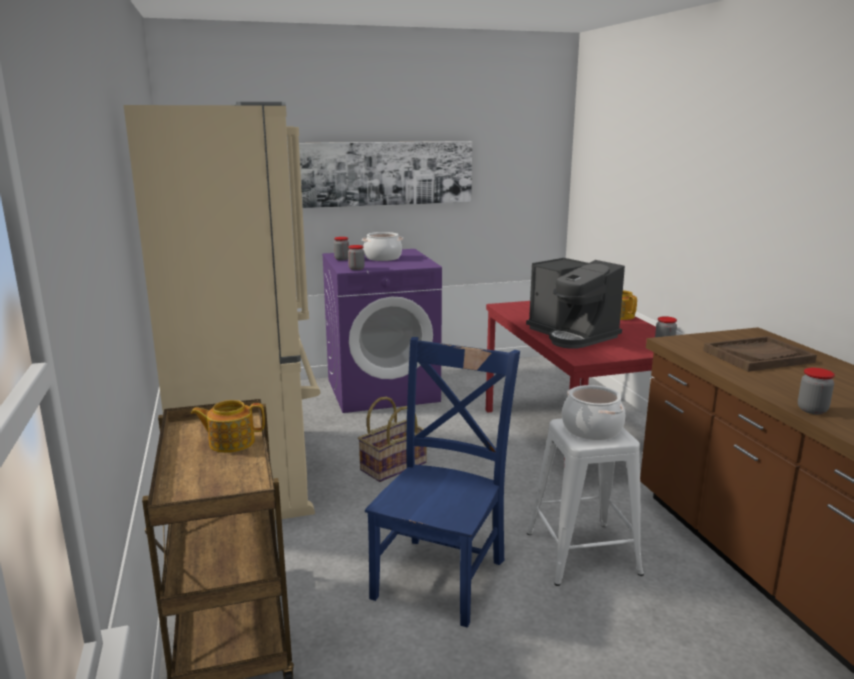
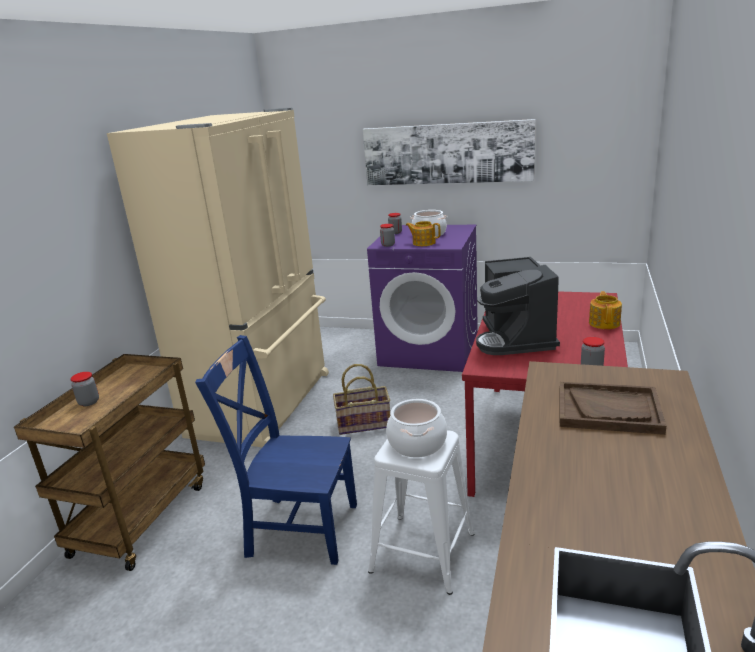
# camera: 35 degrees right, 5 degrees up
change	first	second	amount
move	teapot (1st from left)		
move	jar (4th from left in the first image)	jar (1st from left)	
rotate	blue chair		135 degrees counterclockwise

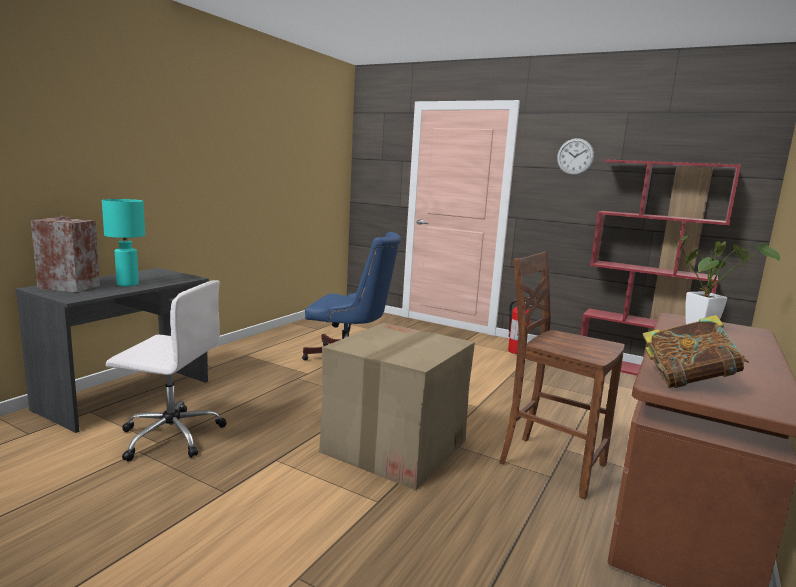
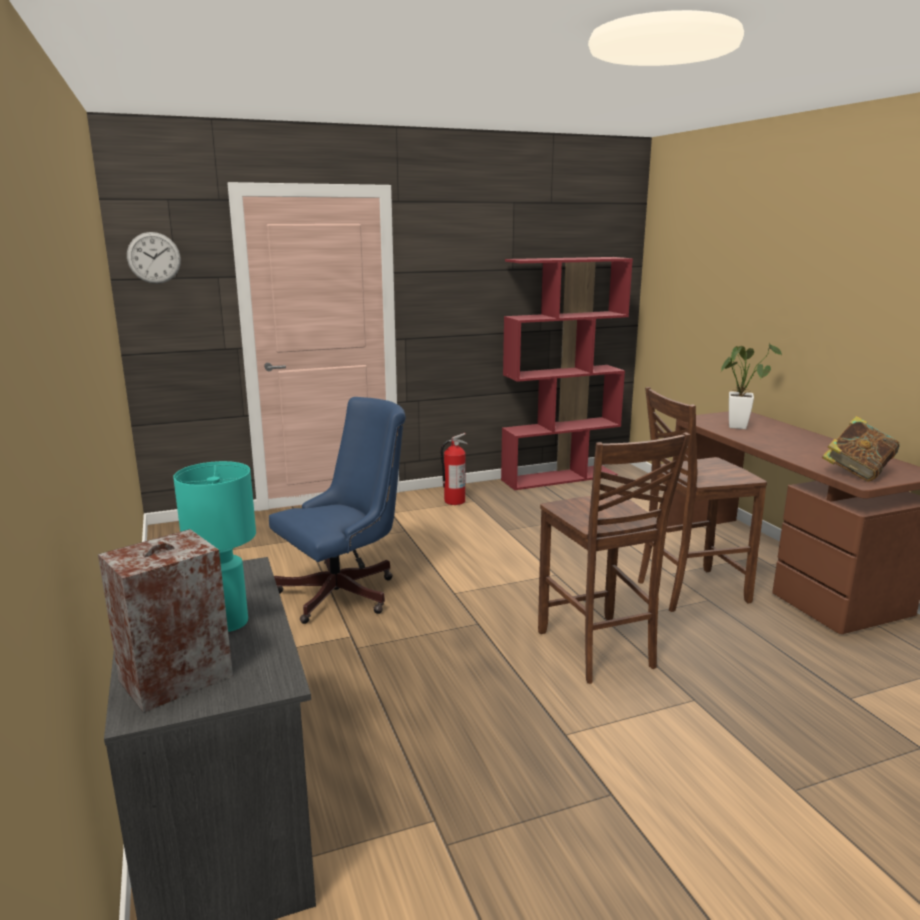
# camera: 50 degrees left, 5 degrees up
change	first	second	amount
delete	white office chair		
move	wall clock		
replace	cardboard box	brown chair (1st from left)	

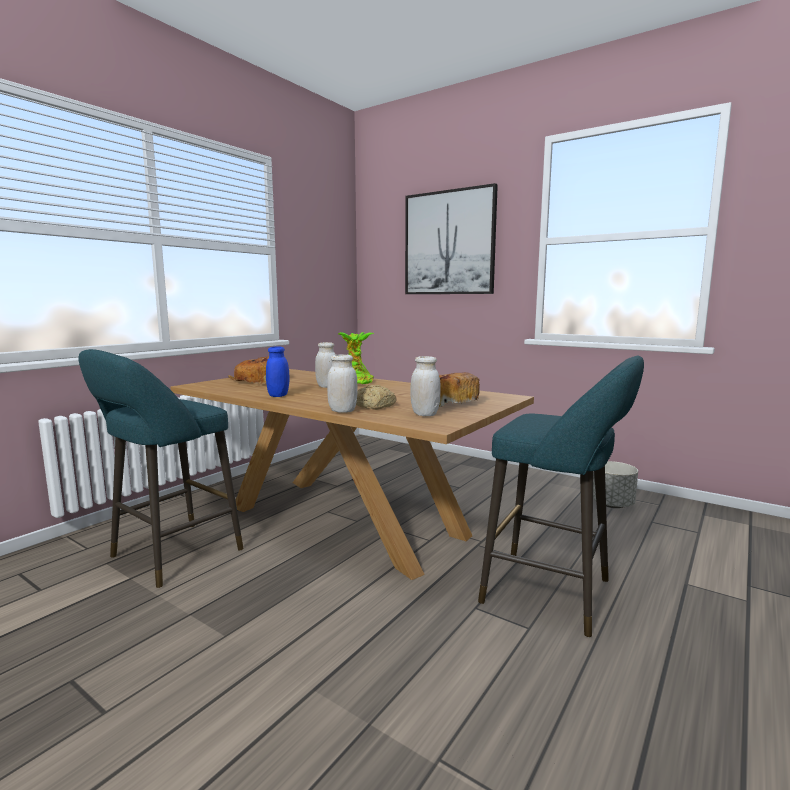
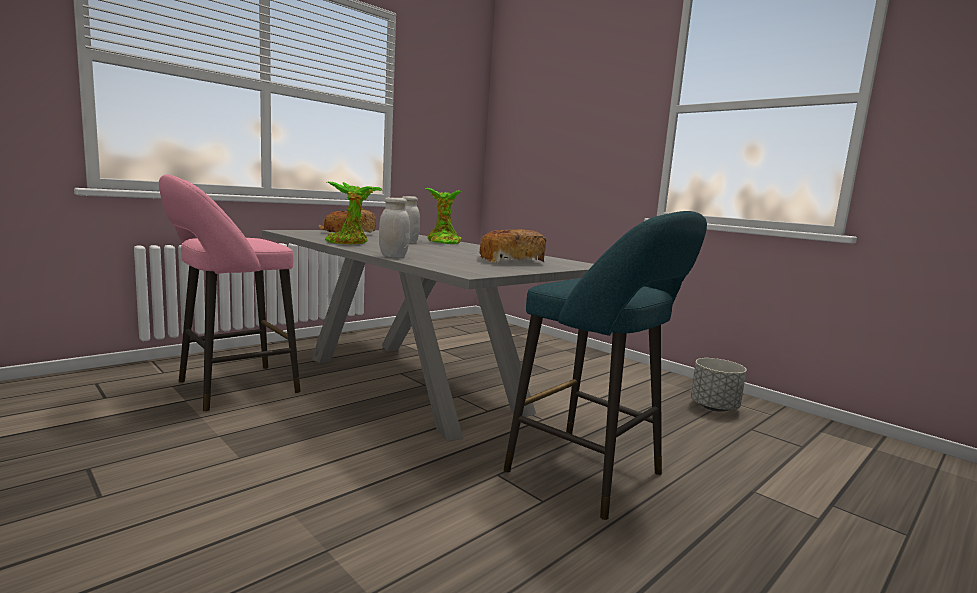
# camera: 10 degrees right, 0 degrees up
change	first	second	amount
delete	bread (2nd from left)		
delete	picture		
delete	white jar (3rd from left)		
replace	blue jar	potted plant (1st from left)	
recolor	turquoise stool (1st from left)	pink stool	
recolor	brown dining table	grey dining table	

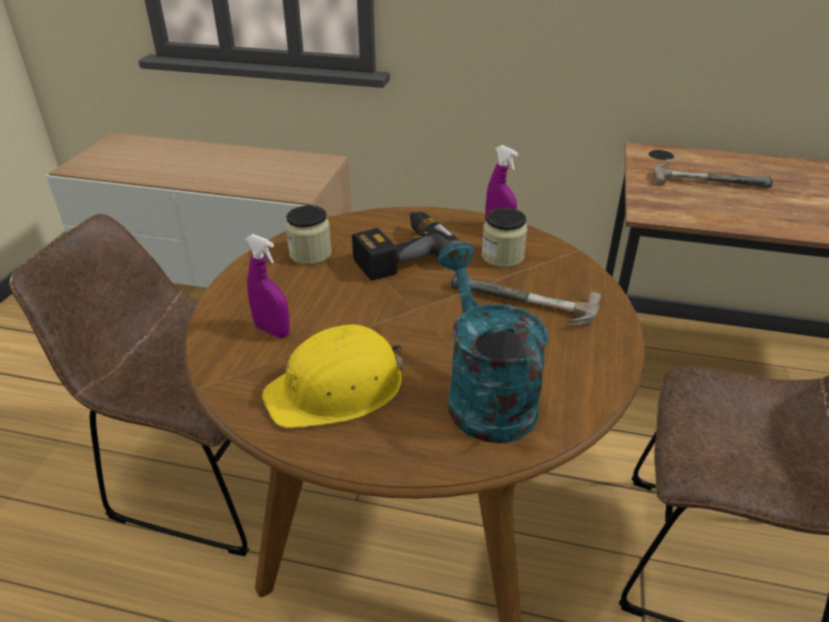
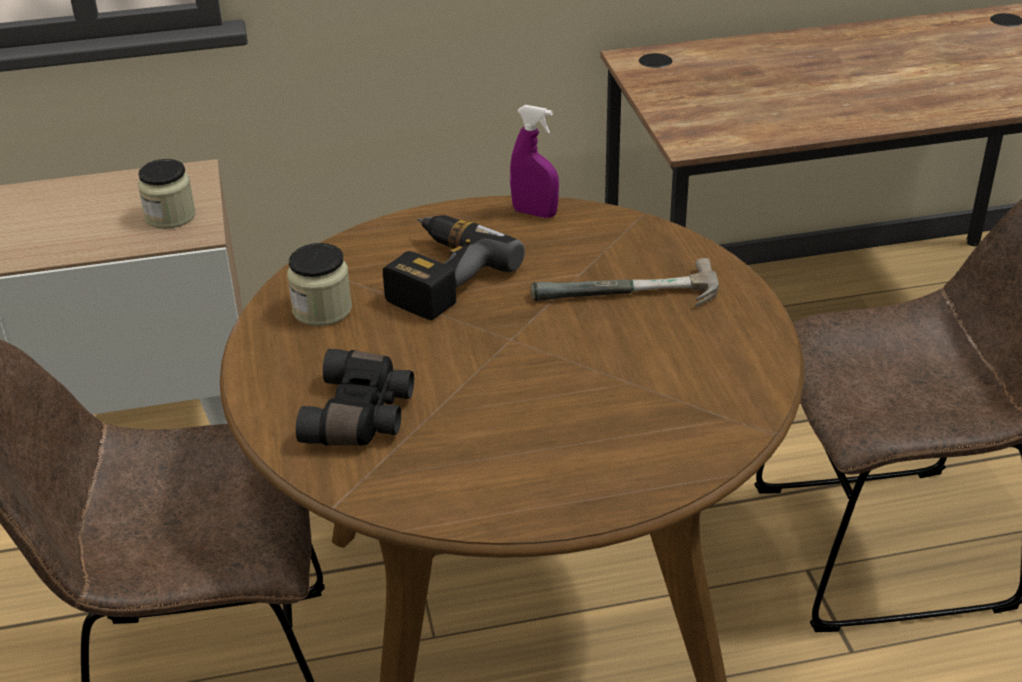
# camera: 25 degrees left, 0 degrees up
change	first	second	amount
delete	yellow hard hat		
delete	turquoise watering can		
delete	hammer (2nd from left)		
move	jar (2nd from left in the first image)	jar (1st from left)	
replace	purple spray bottle (1st from left)	black binoculars	

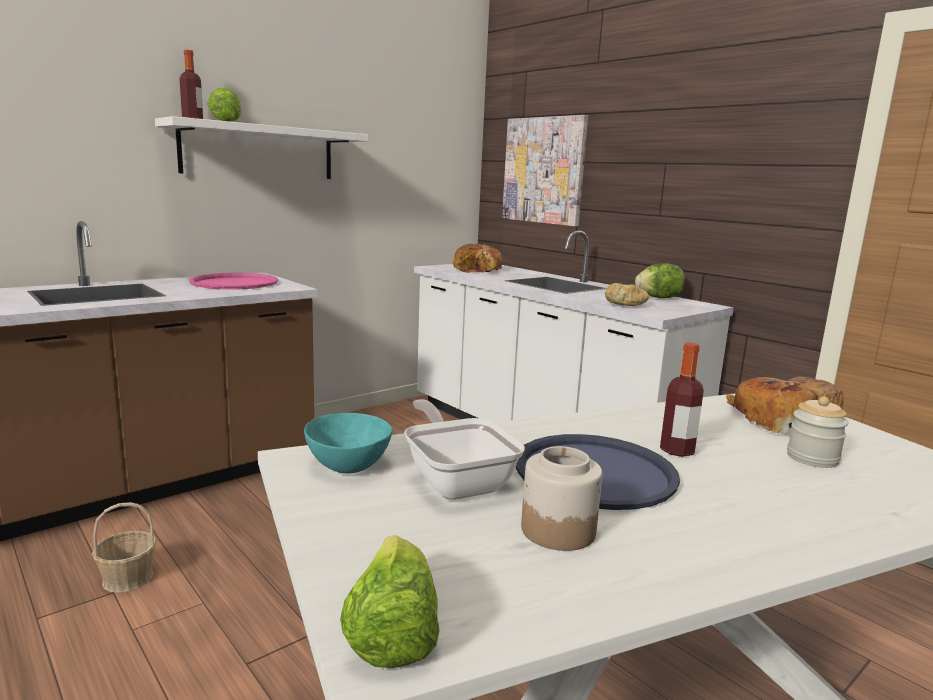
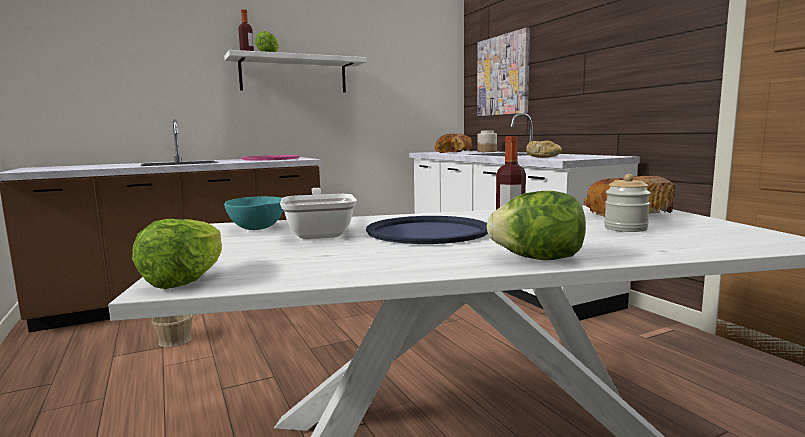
# camera: 15 degrees right, 5 degrees down
change	first	second	amount
move	jar (1st from left)		
move	lettuce (3rd from left)		

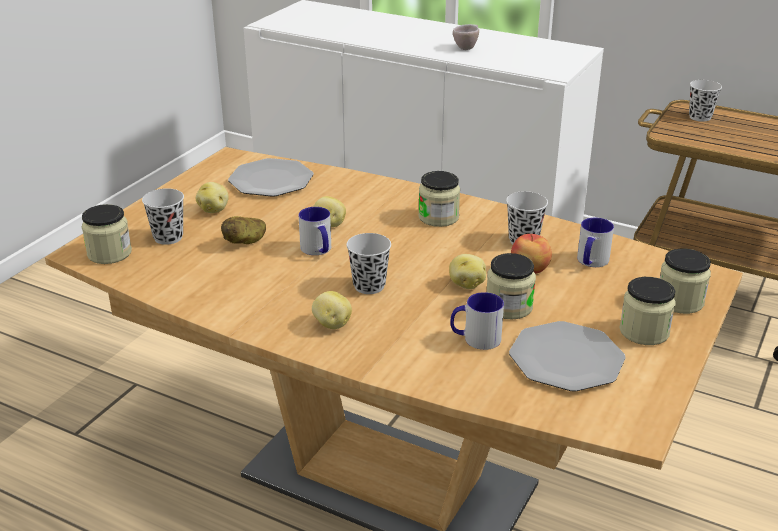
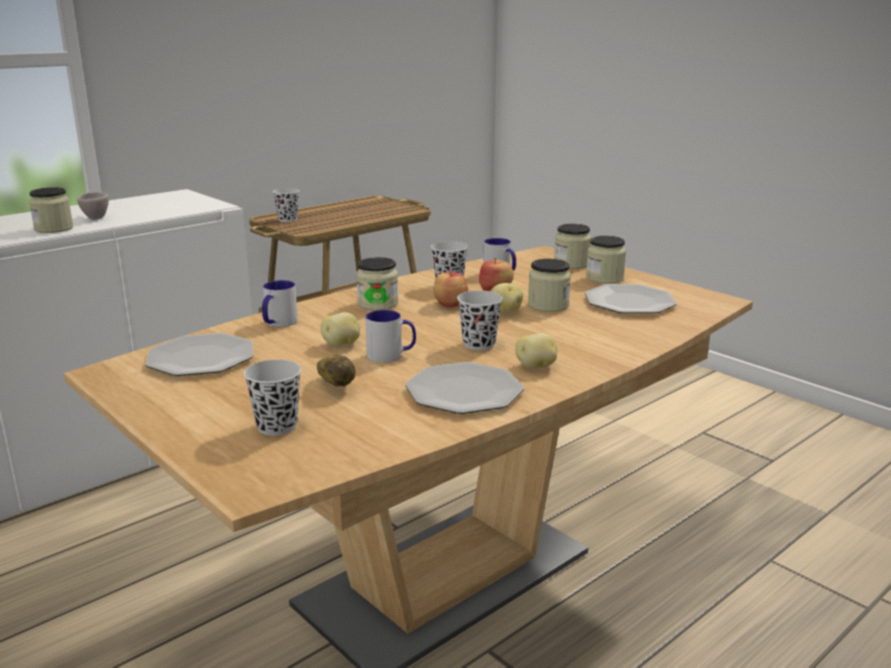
# camera: 70 degrees left, 10 degrees down
change	first	second	amount
delete	potato (1st from left)		
insert		plate (2nd from left)	
insert		apple (1st from left)	
move	jar (1st from left)		
move	mug (2nd from left in the first image)	mug (1st from left)	

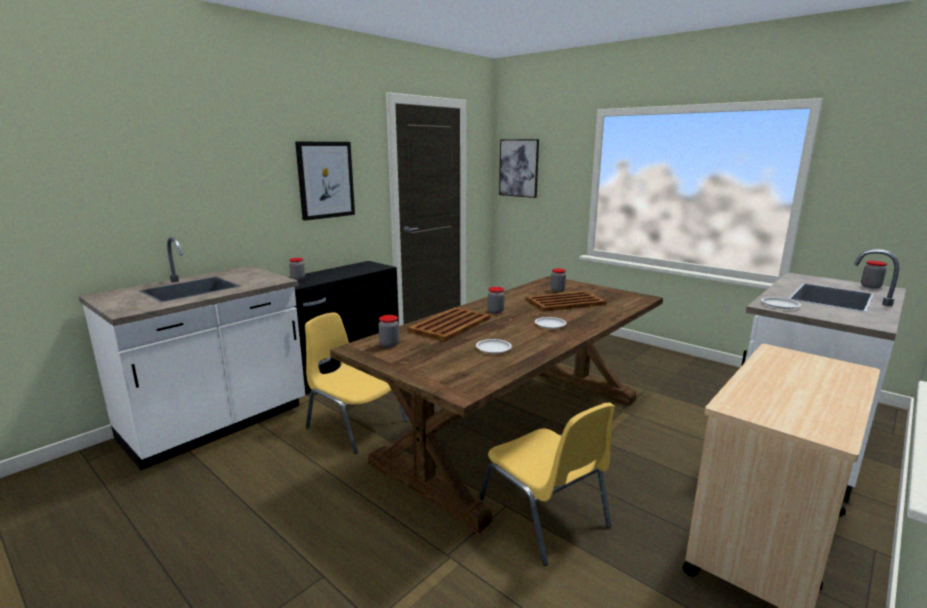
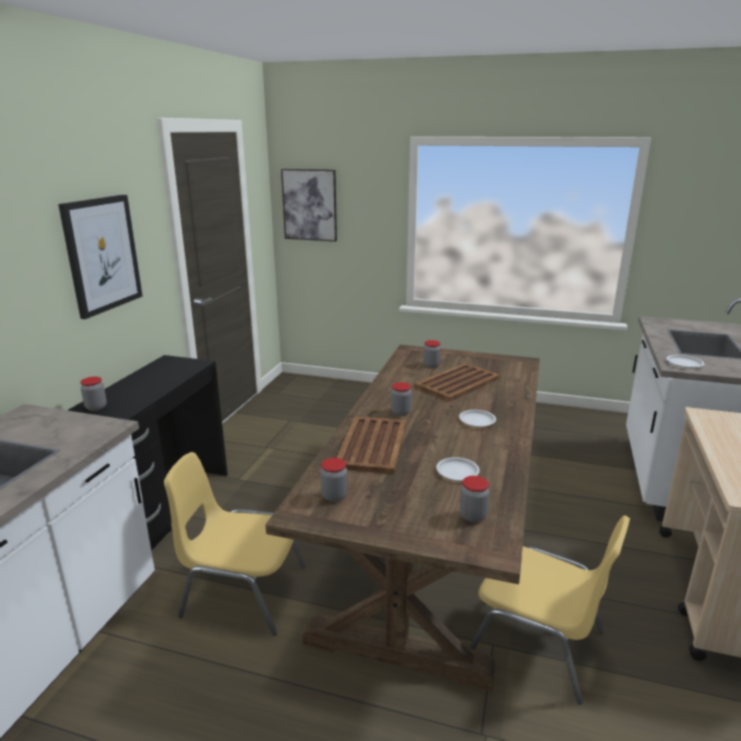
# camera: 25 degrees left, 5 degrees up
change	first	second	amount
move	jar (5th from left)		

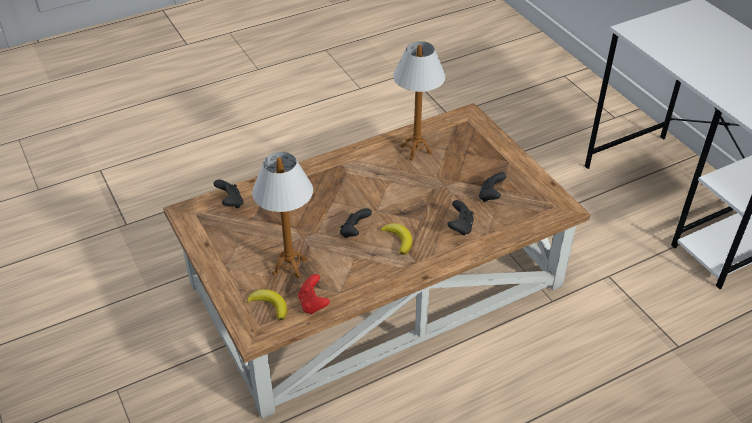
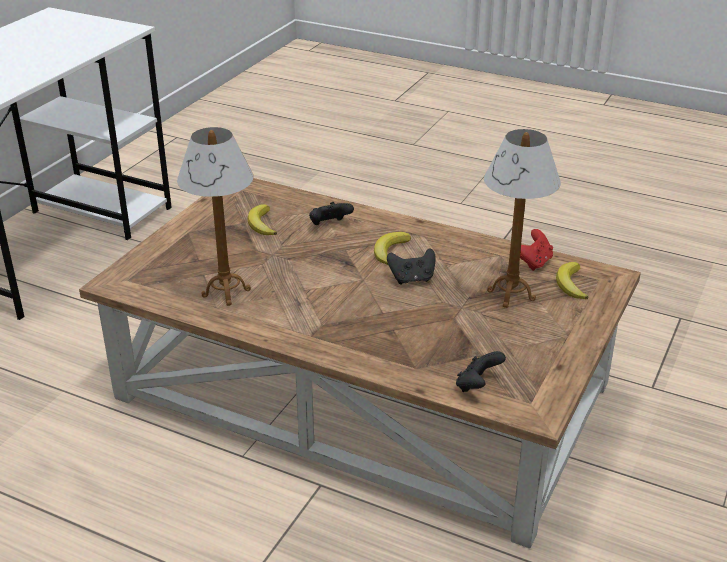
# camera: 125 degrees left, 10 degrees down
change	first	second	amount
replace	black game controller (4th from left)	banana (1st from left)	

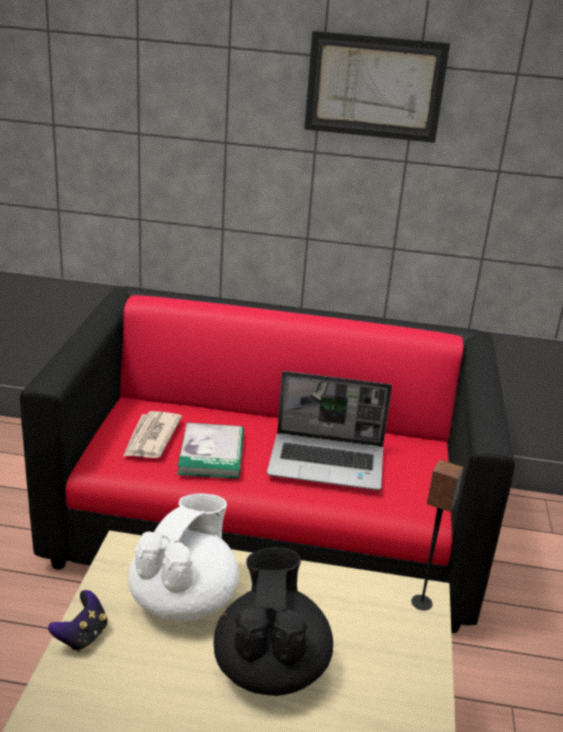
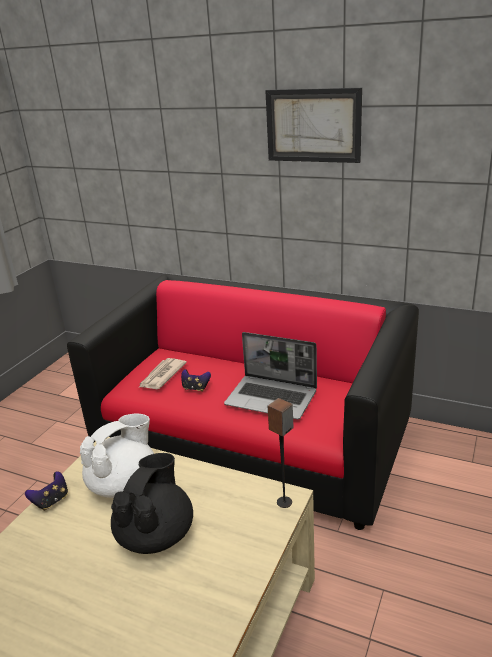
# camera: 20 degrees right, 0 degrees up
change	first	second	amount
replace	book	game controller (2nd from left)	

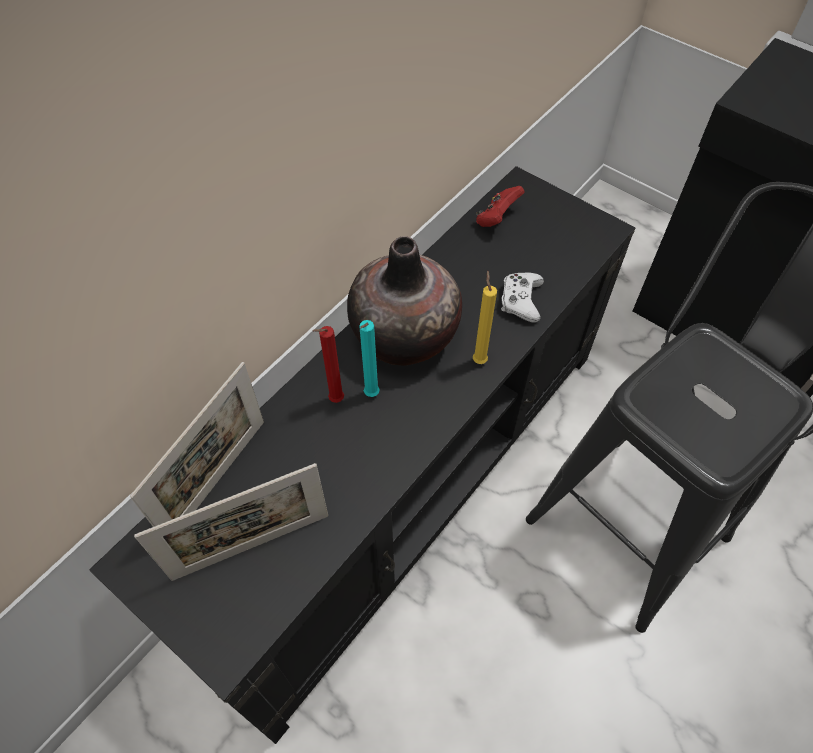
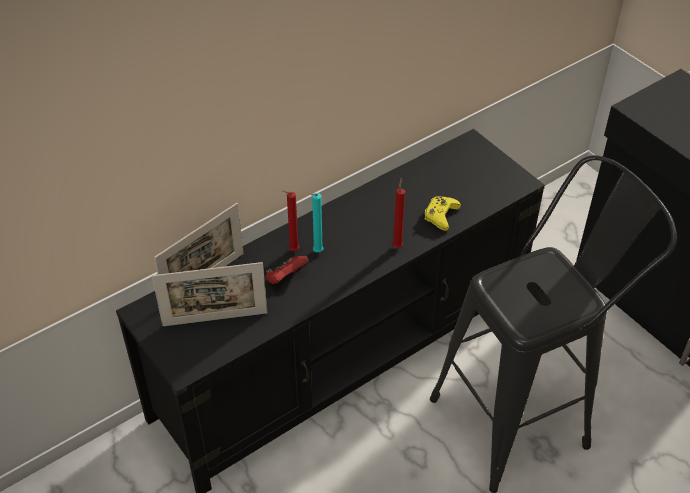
# camera: 15 degrees right, 10 degrees down
change	first	second	amount
delete	vase		
move	red game controller		
recolor	yellow candle	red candle (2nd from left)	
recolor	white game controller	yellow game controller	

